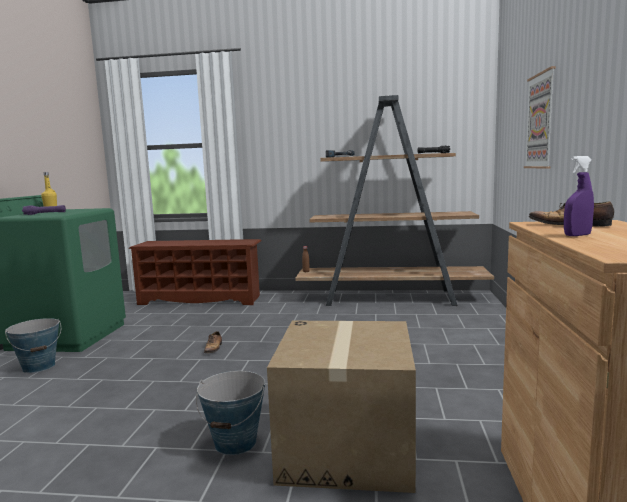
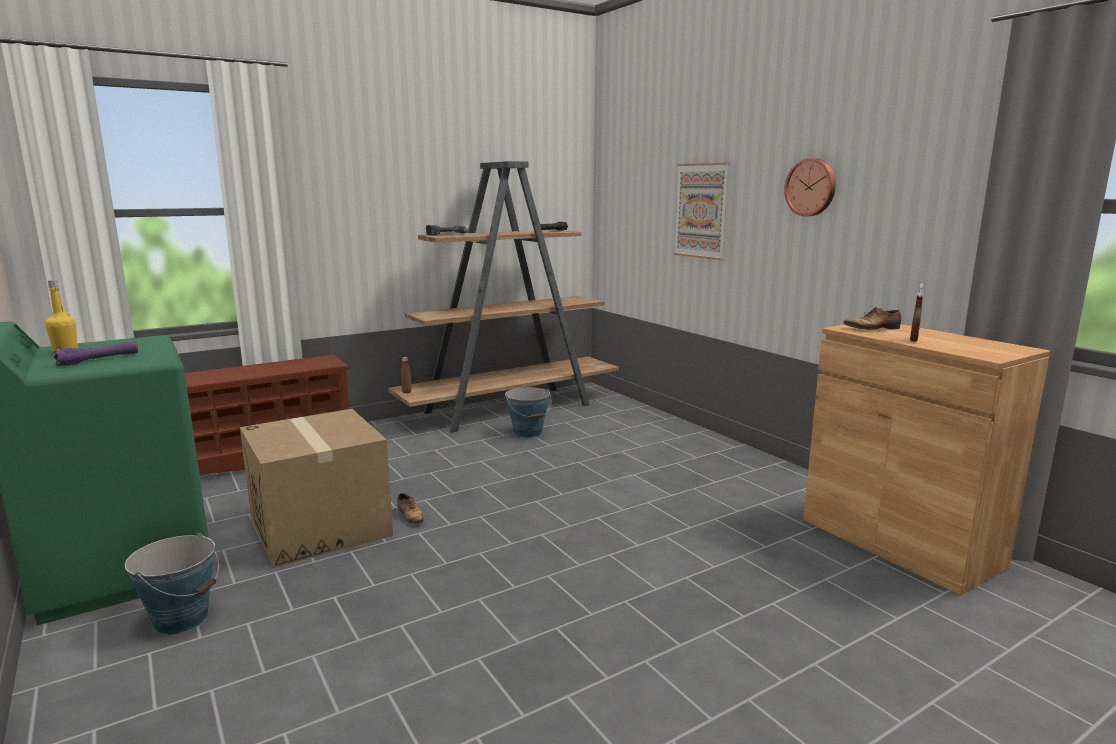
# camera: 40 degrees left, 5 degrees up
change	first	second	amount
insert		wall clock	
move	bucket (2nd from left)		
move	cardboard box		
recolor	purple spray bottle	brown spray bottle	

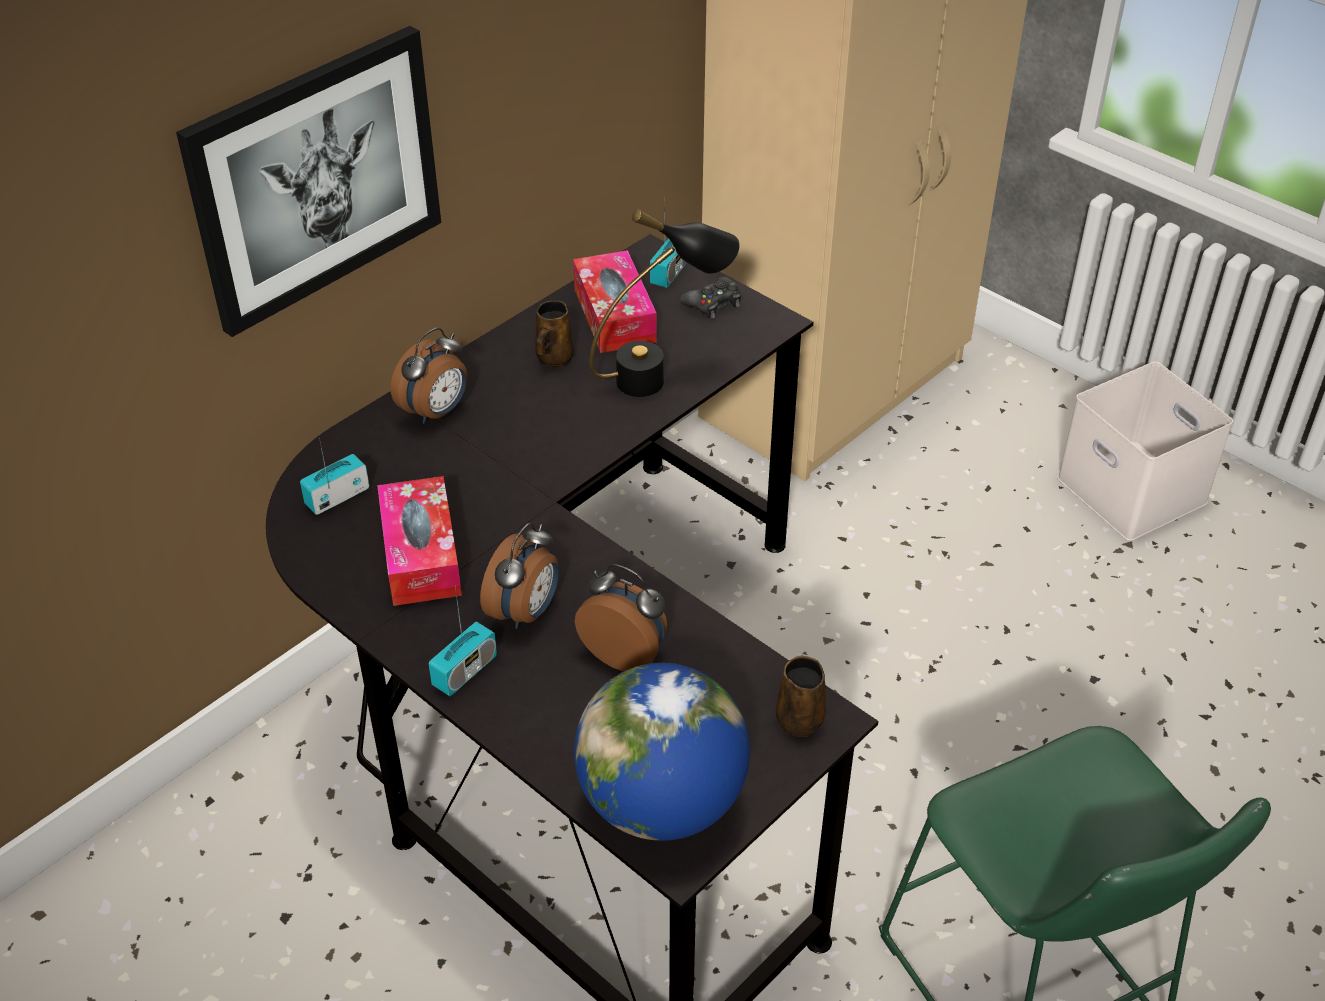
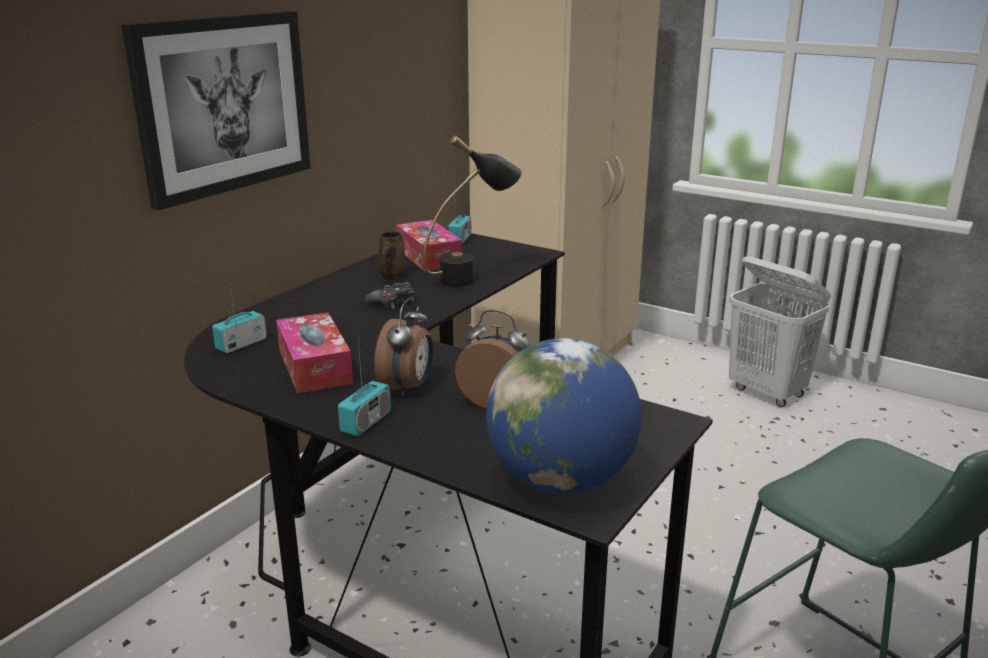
# camera: 10 degrees left, 20 degrees down
change	first	second	amount
delete	alarm clock (1st from left)		
delete	brown mug (2nd from left)		
move	black game controller		
replace	white storage box	white laundry basket	

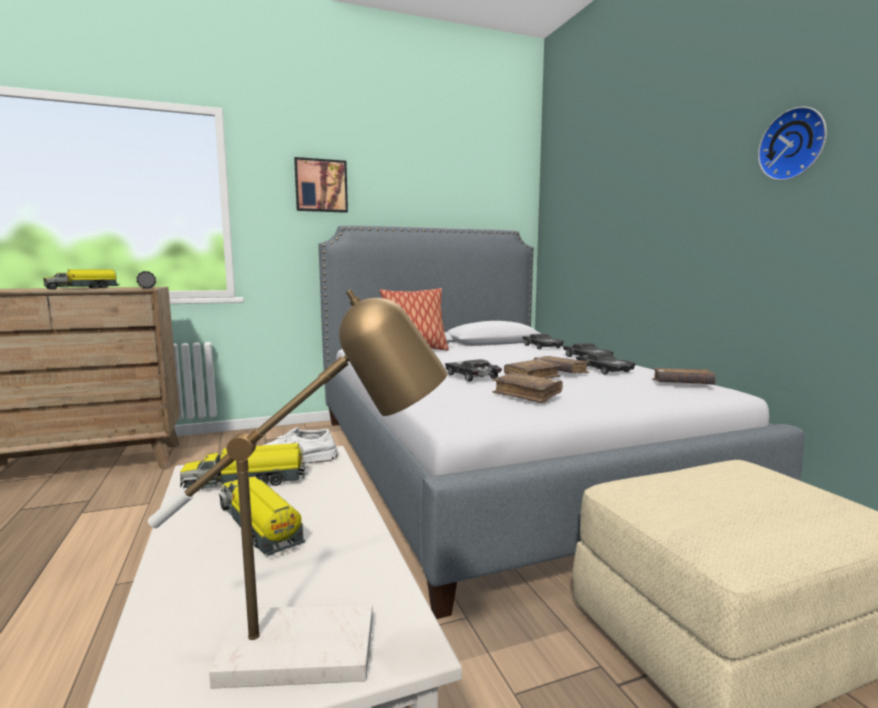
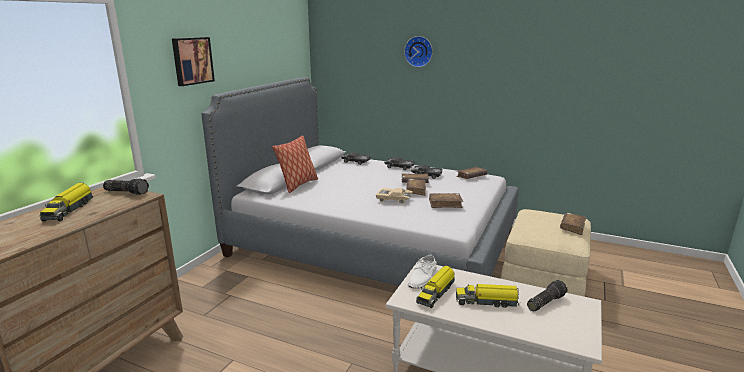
# camera: 45 degrees left, 10 degrees up
change	first	second	amount
delete	table lamp		
insert		flashlight (2nd from left)	
insert		brown book (5th from left)	
move	wall clock		
recolor	black toy car (1st from left)	beige toy car	

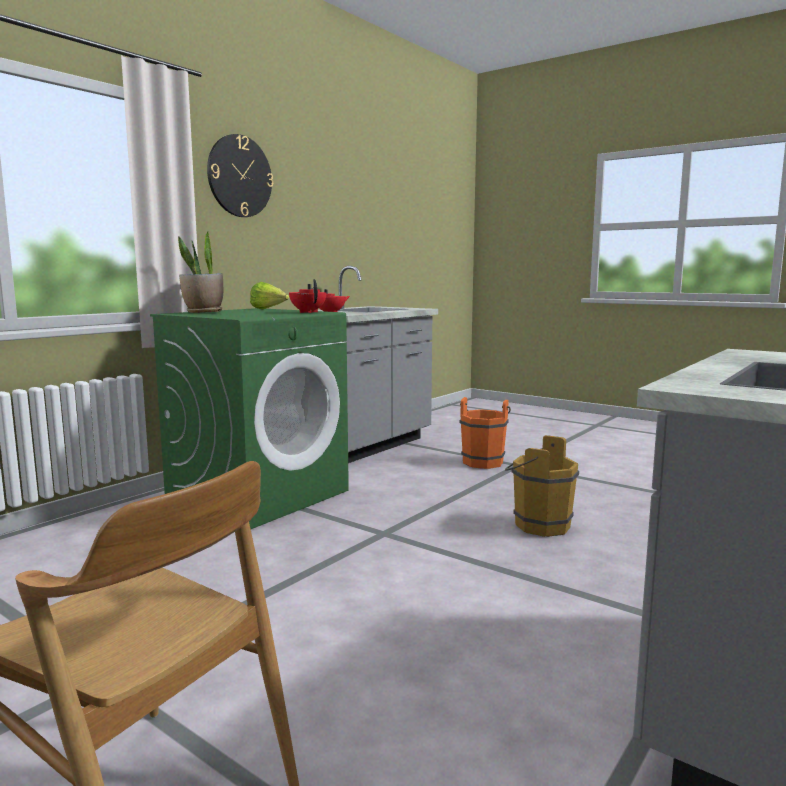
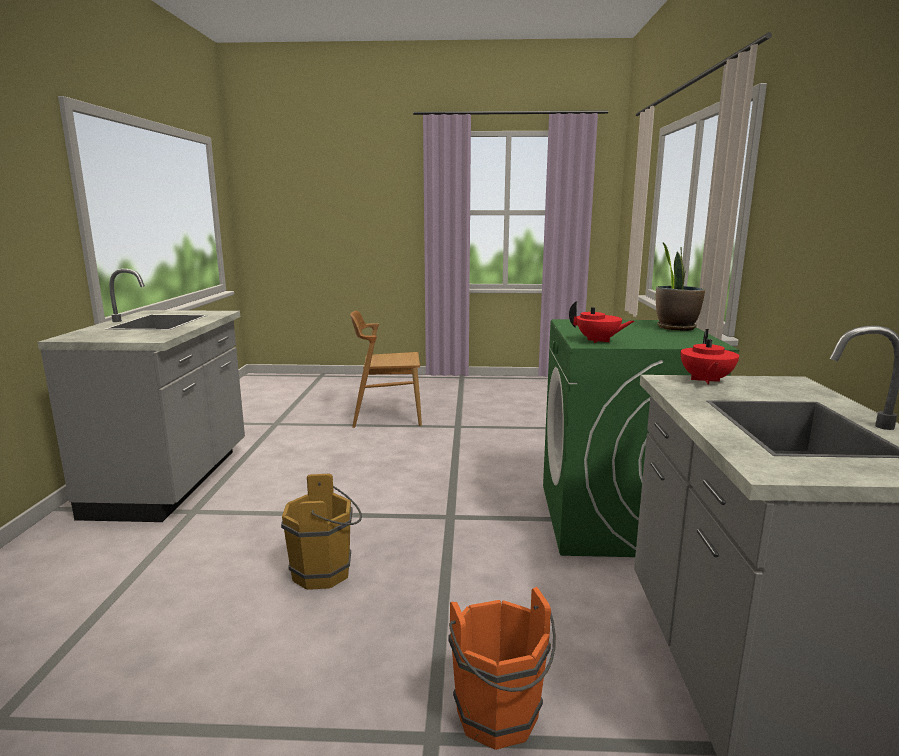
# camera: 145 degrees right, 5 degrees up
change	first	second	amount
delete	wall clock		
delete	lettuce		

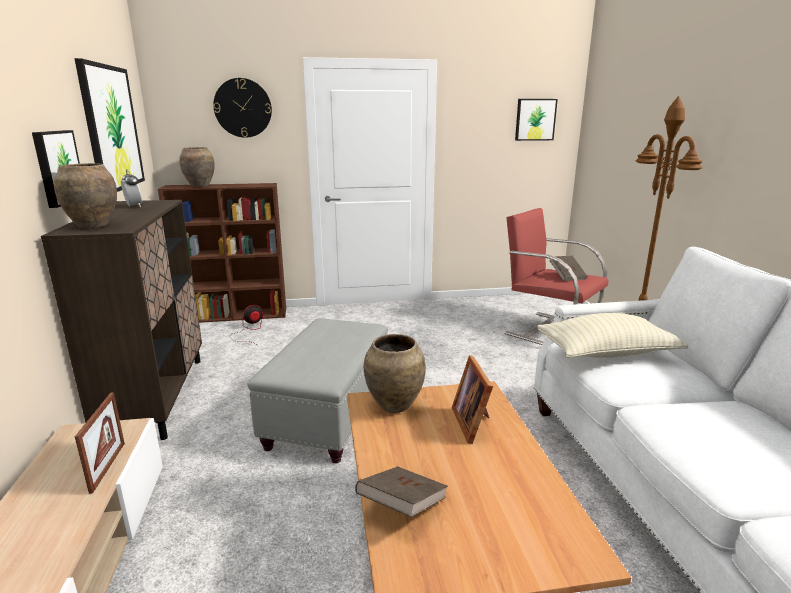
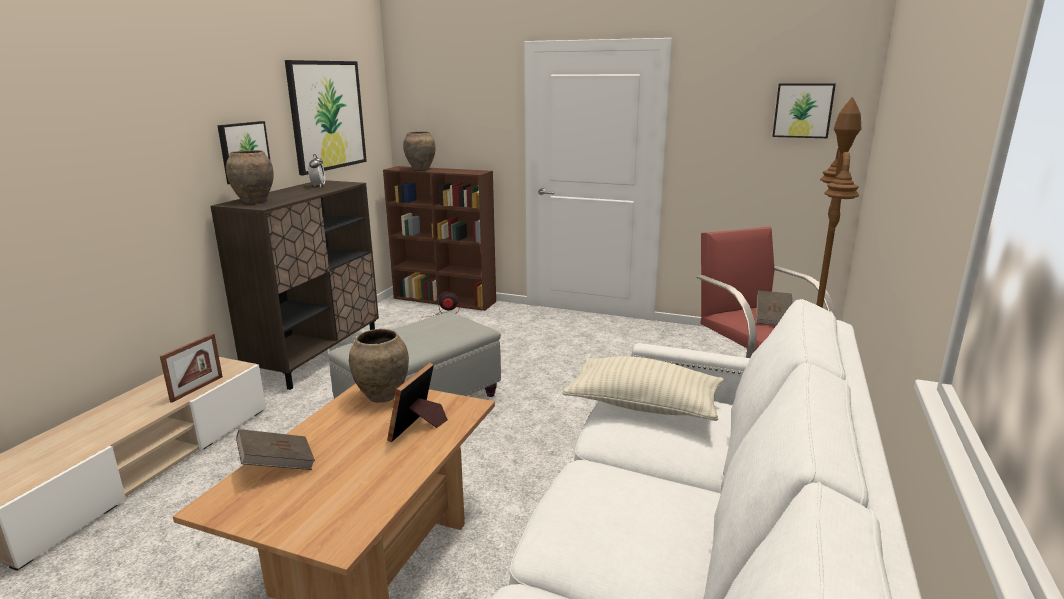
# camera: 30 degrees right, 0 degrees up
change	first	second	amount
delete	wall clock		

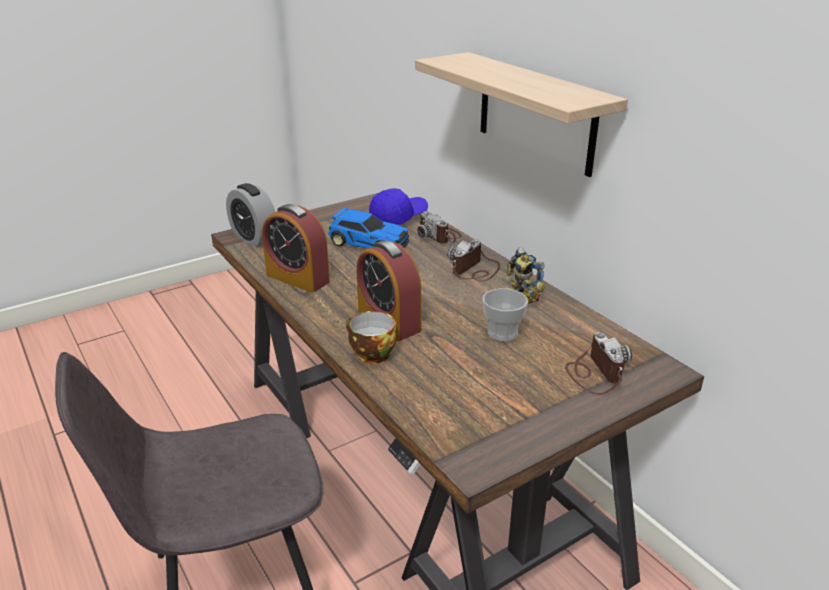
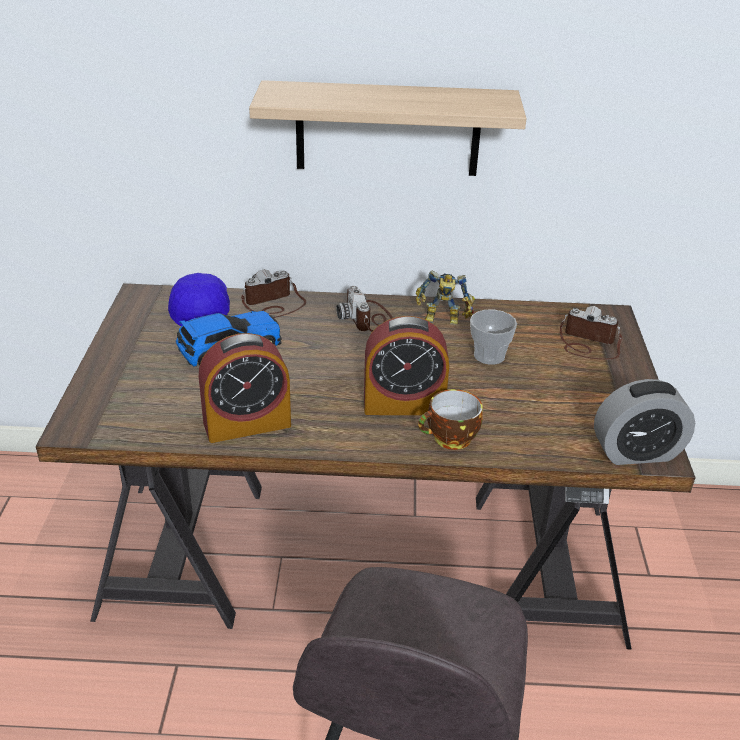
# camera: 55 degrees left, 5 degrees up
change	first	second	amount
move	alarm clock (1st from left in the first image)	alarm clock (3rd from left)	
rotate	photo camera (1st from left)		150 degrees clockwise

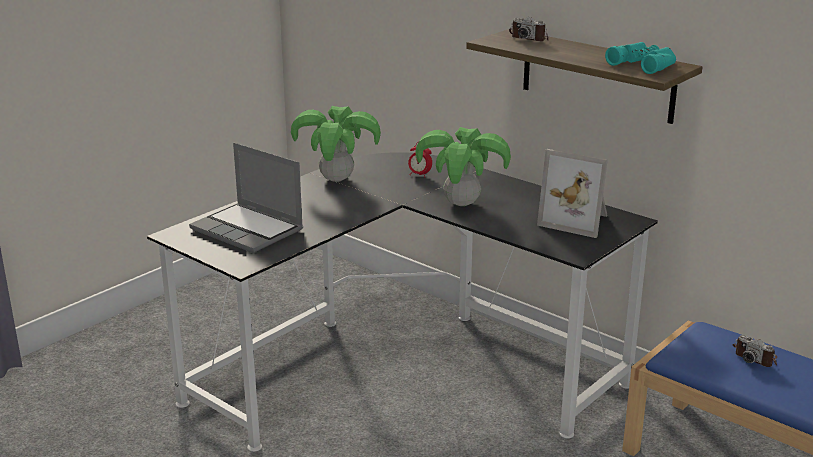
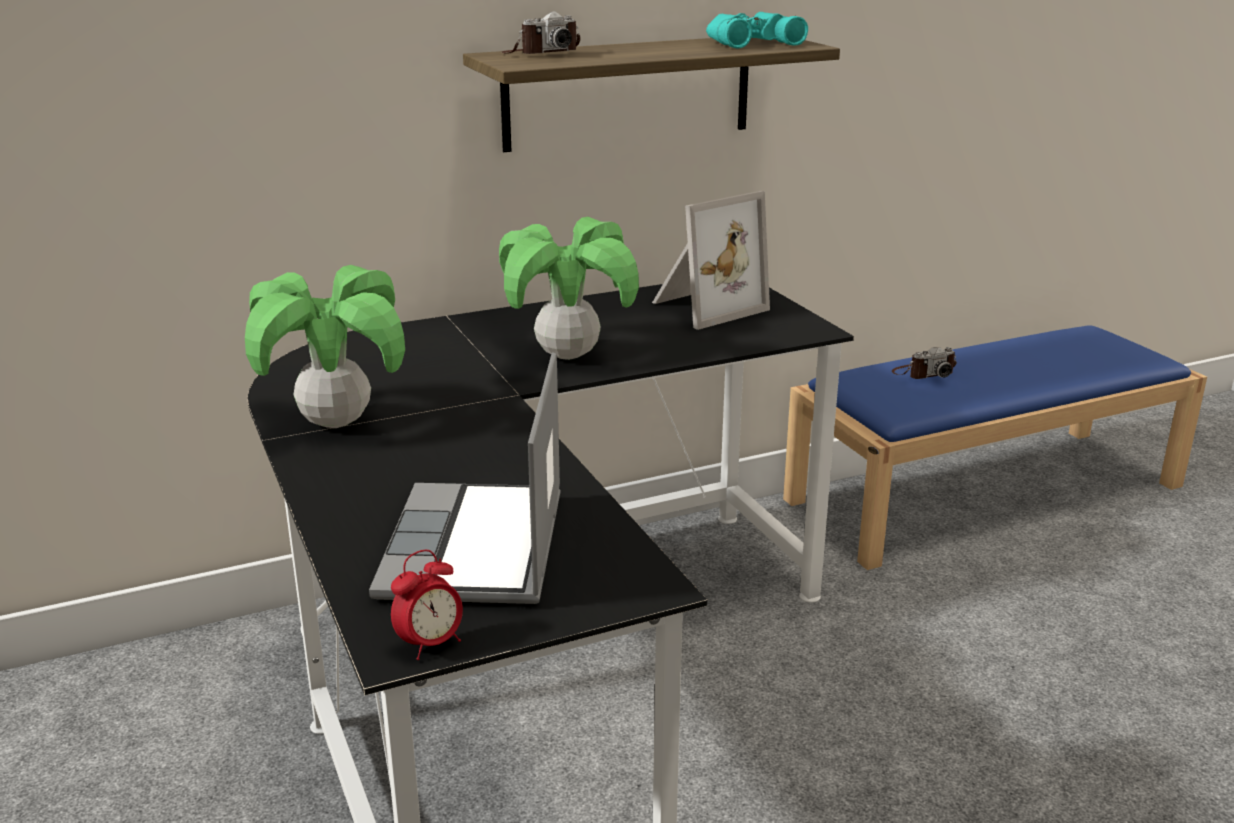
# camera: 65 degrees left, 0 degrees up
change	first	second	amount
move	alarm clock		
rotate	laptop		120 degrees clockwise

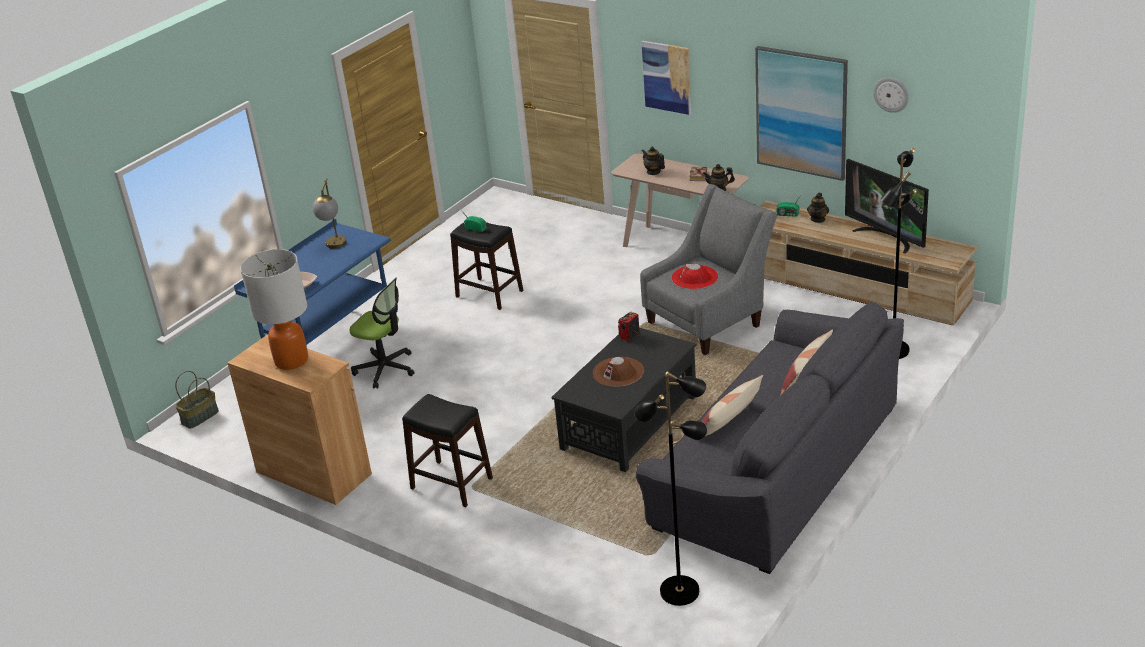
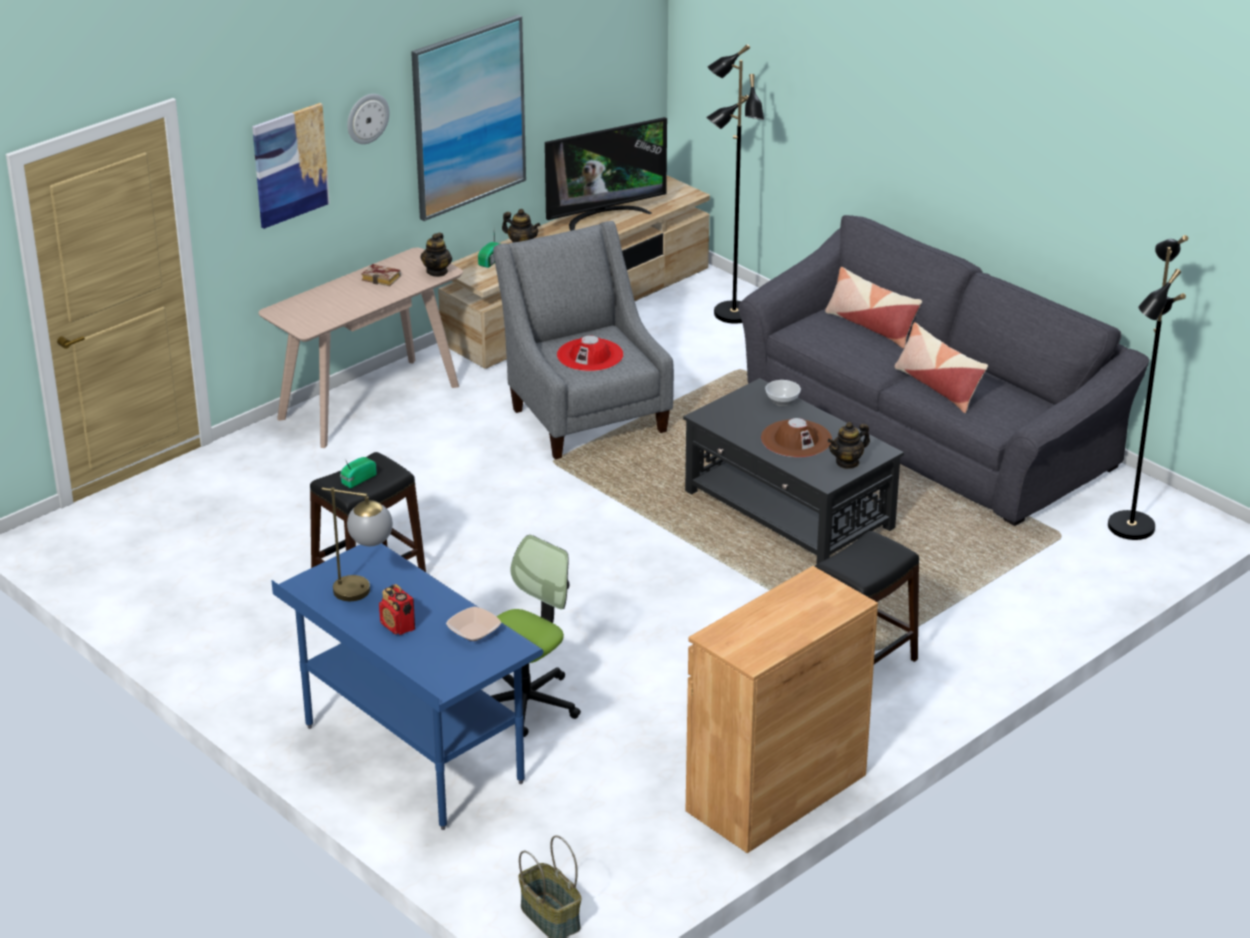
# camera: 80 degrees left, 0 degrees up
change	first	second	amount
delete	table lamp (1st from left)		
insert		bowl (2nd from left)	
move	radio (2nd from left)		
move	teapot (1st from left in the first image)	teapot (3rd from left)	
move	wall clock		

